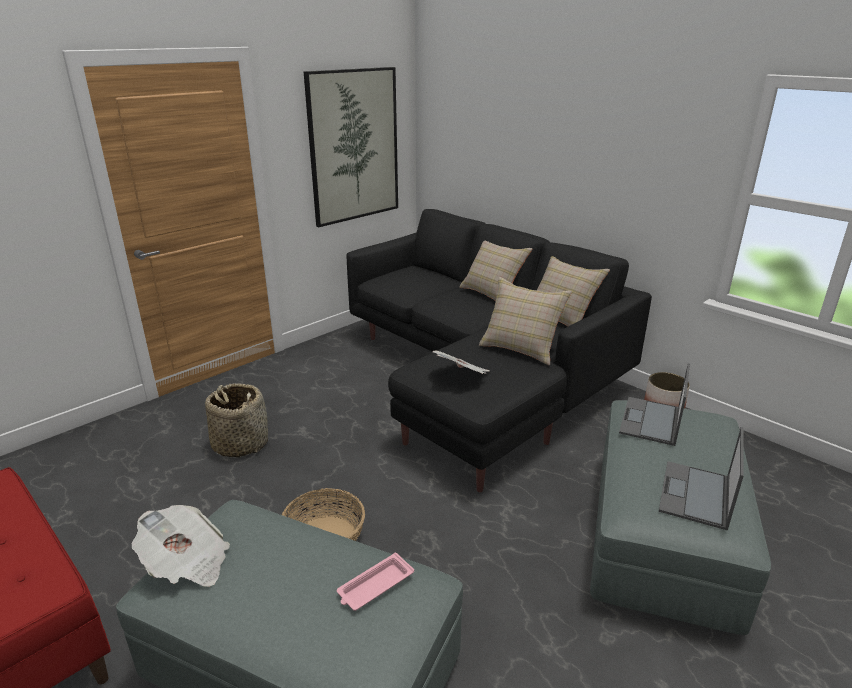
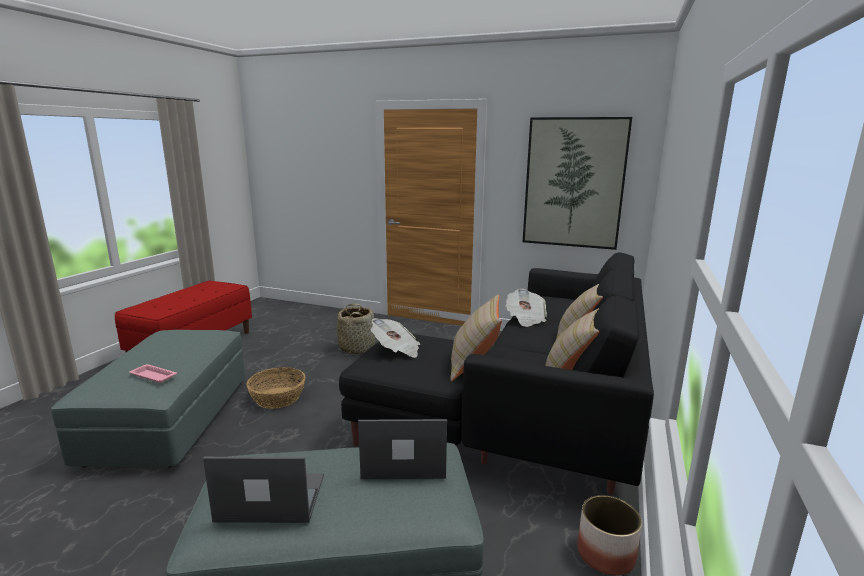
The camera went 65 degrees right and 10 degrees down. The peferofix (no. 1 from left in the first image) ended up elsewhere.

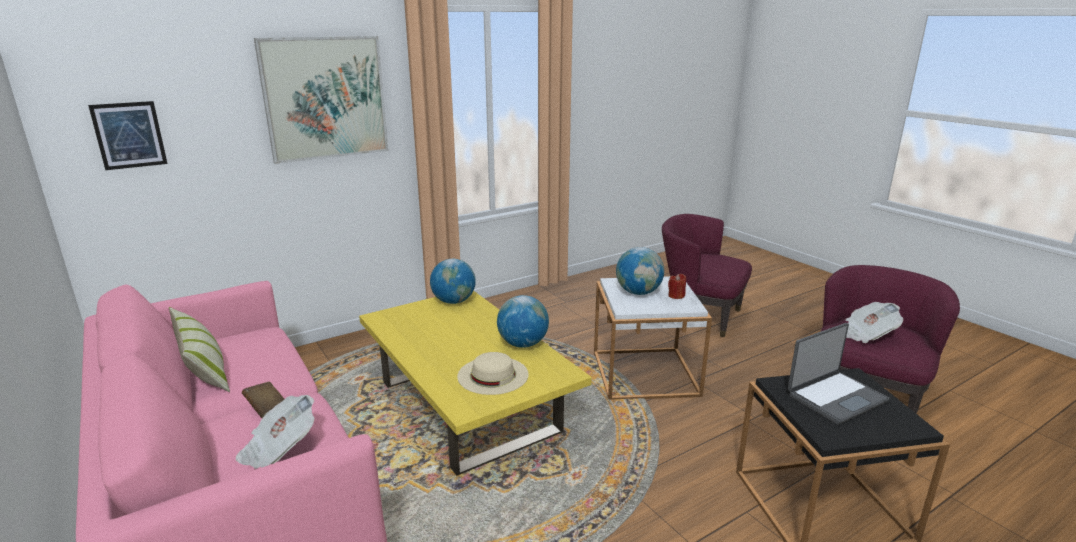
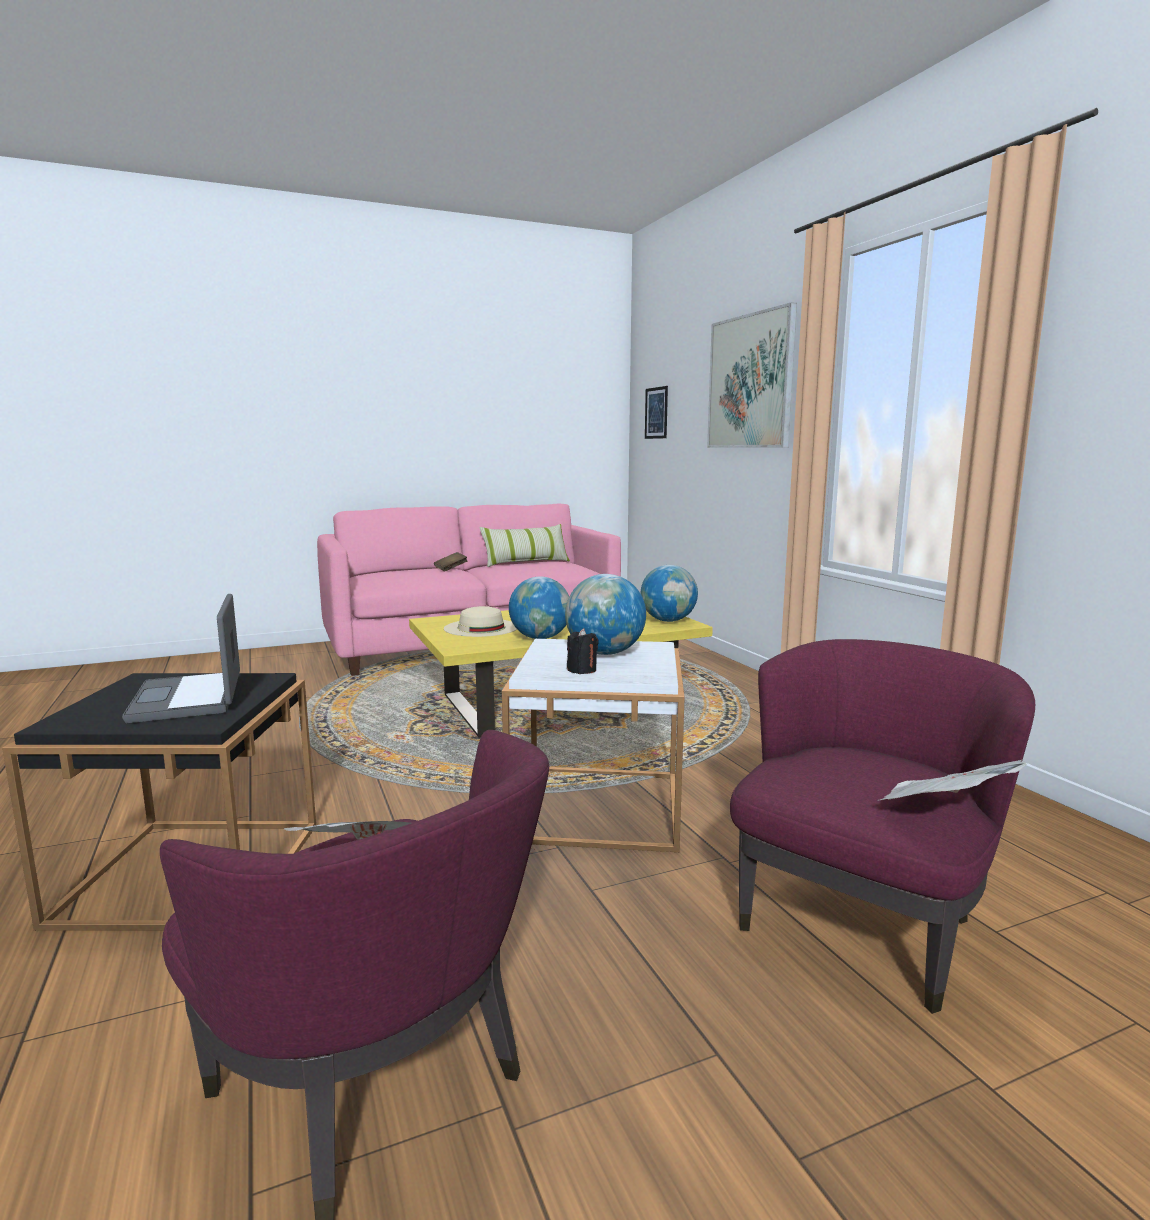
The camera went 100 degrees right and 10 degrees down. The peferofix (no. 1 from left in the first image) ended up elsewhere. What was the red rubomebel turned into the black rubomebel.

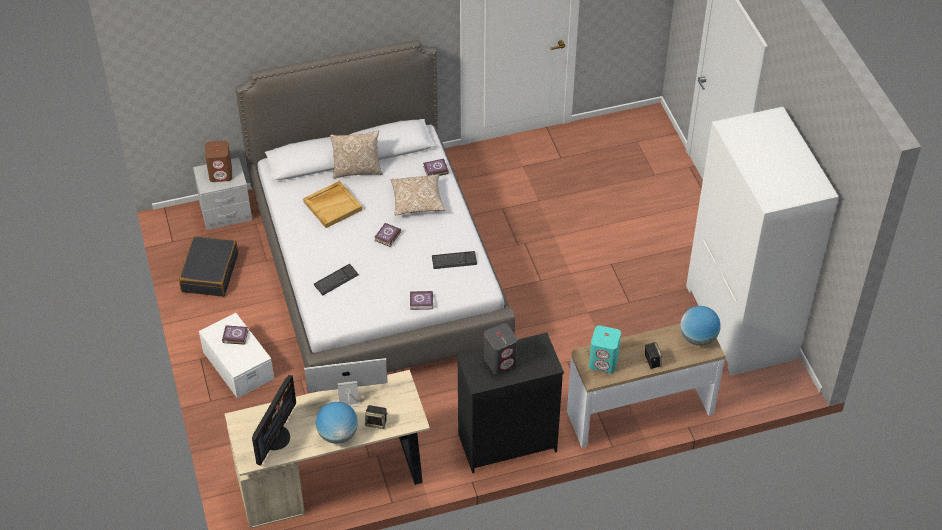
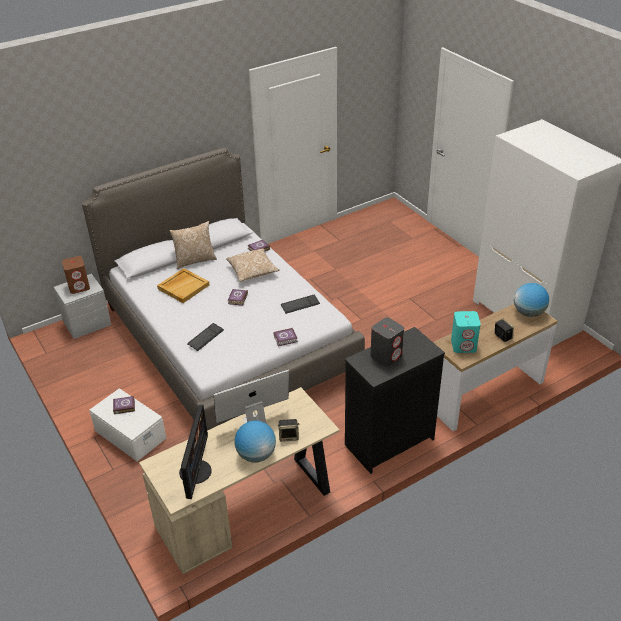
The camera went 15 degrees left and 10 degrees down. The second view lost the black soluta.

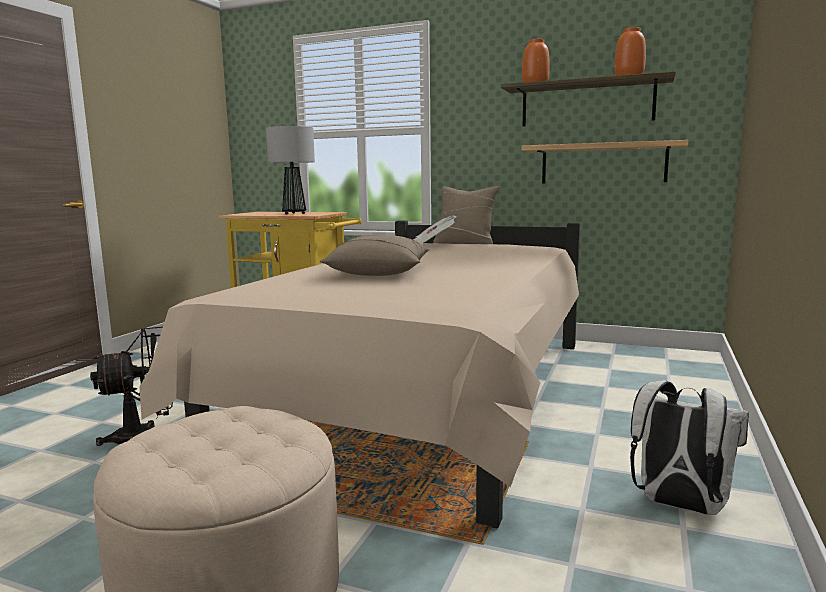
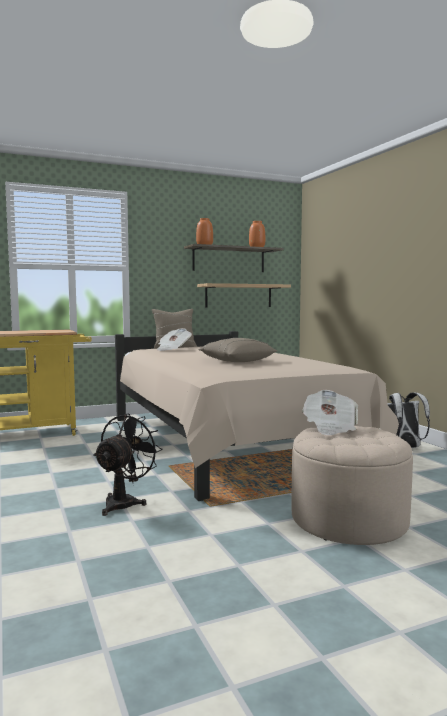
The camera went 45 degrees left and 5 degrees down. The second view lost the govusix. The second view gained the peferofix (no. 2 from left).

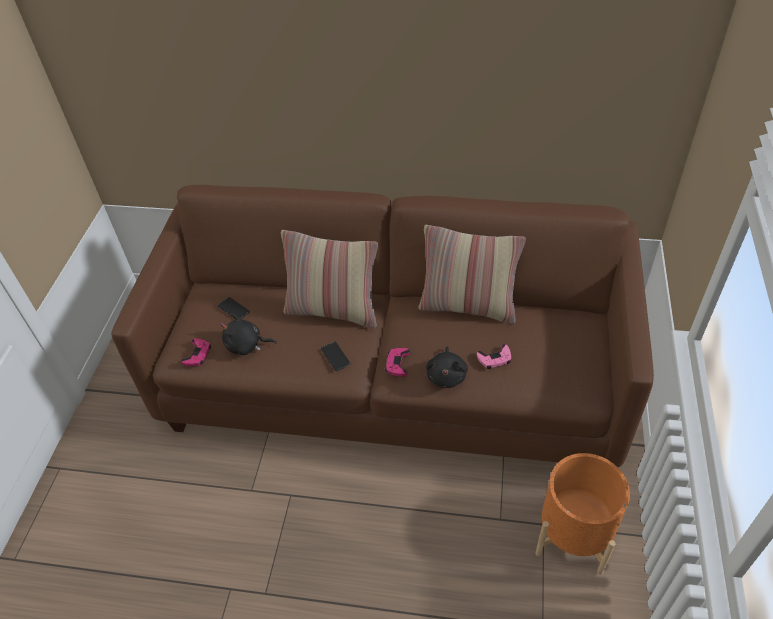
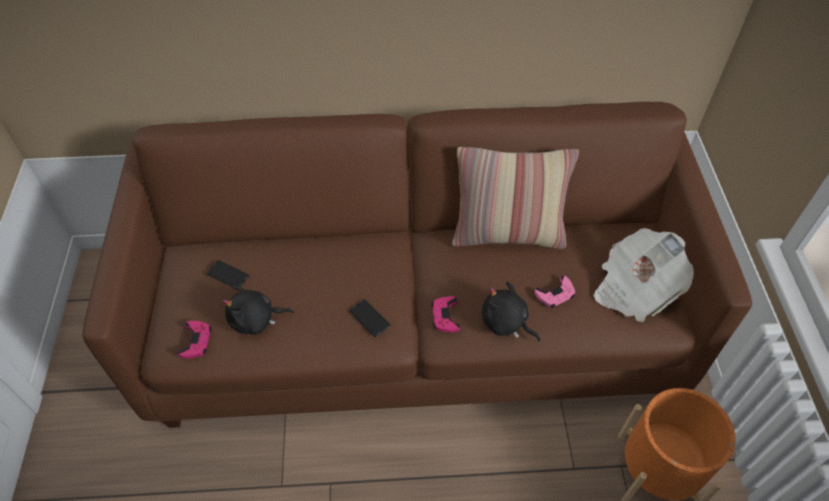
The camera went 15 degrees left and 5 degrees up. The second view lost the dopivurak (no. 1 from left). The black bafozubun (no. 2 from left) ended up facing another way, 135 degrees clockwise from before. The second view gained the peferofix.

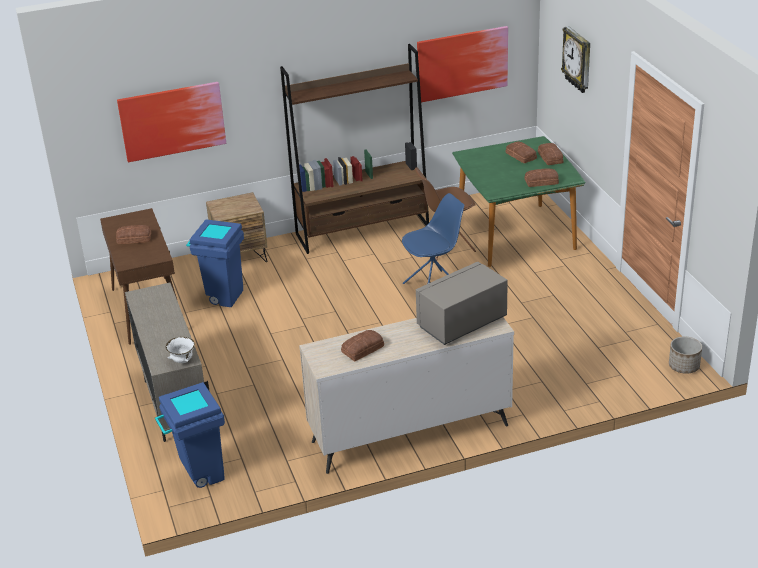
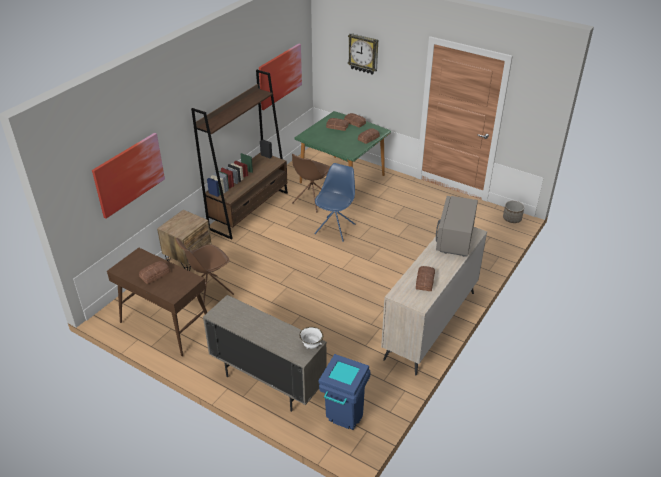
The camera went 40 degrees left and 5 degrees up. Where the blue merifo (no. 2 from left) stood, the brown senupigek (no. 1 from left) came to stand.

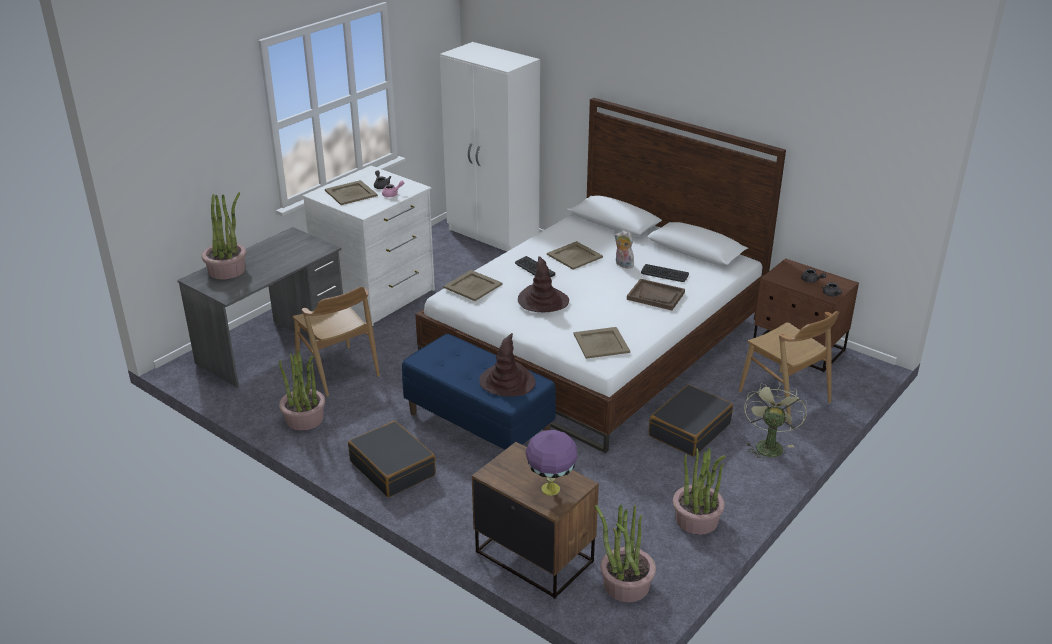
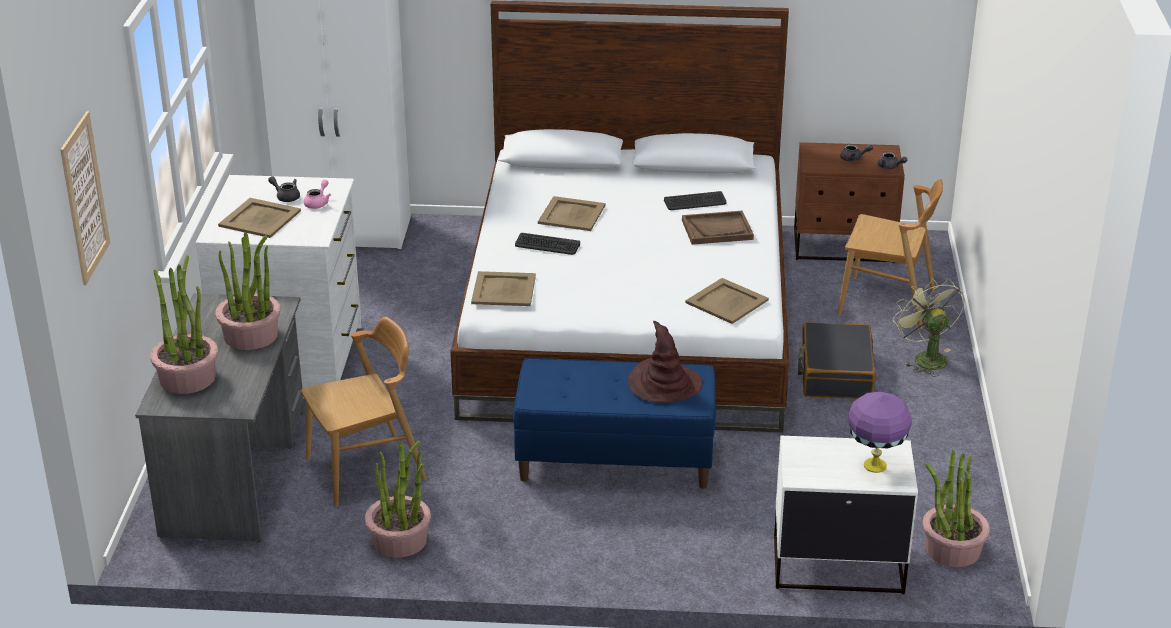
The camera went 35 degrees left and 0 degrees up. The brown senupigek (no. 1 from left) ended up facing another way, 45 degrees counterclockwise from before. The second view lost the black soluta (no. 1 from left). What was the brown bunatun (no. 1 from left) turned into the white bunatun. The second view lost the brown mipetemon (no. 2 from left). The second view lost the bafozubun. The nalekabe (no. 4 from left in the first image) ended up elsewhere. The second view gained the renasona.

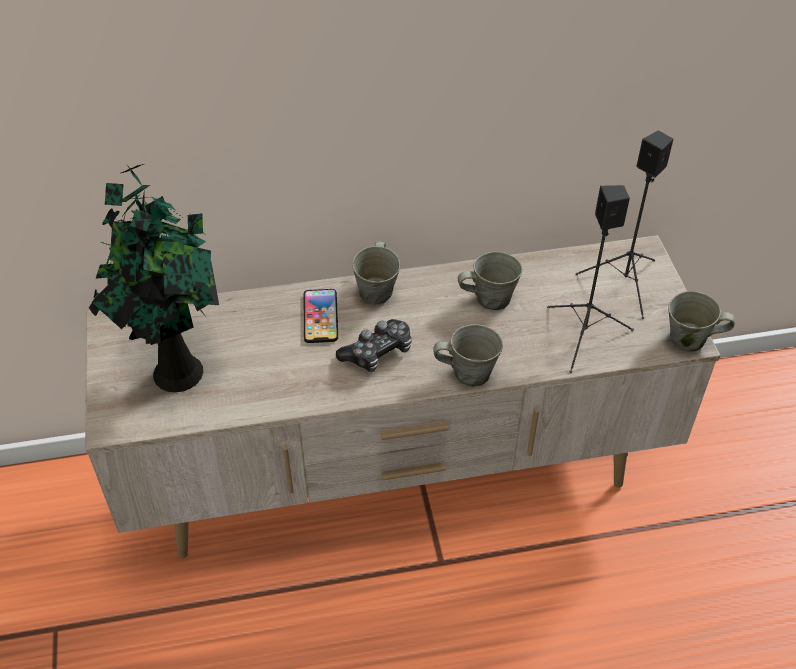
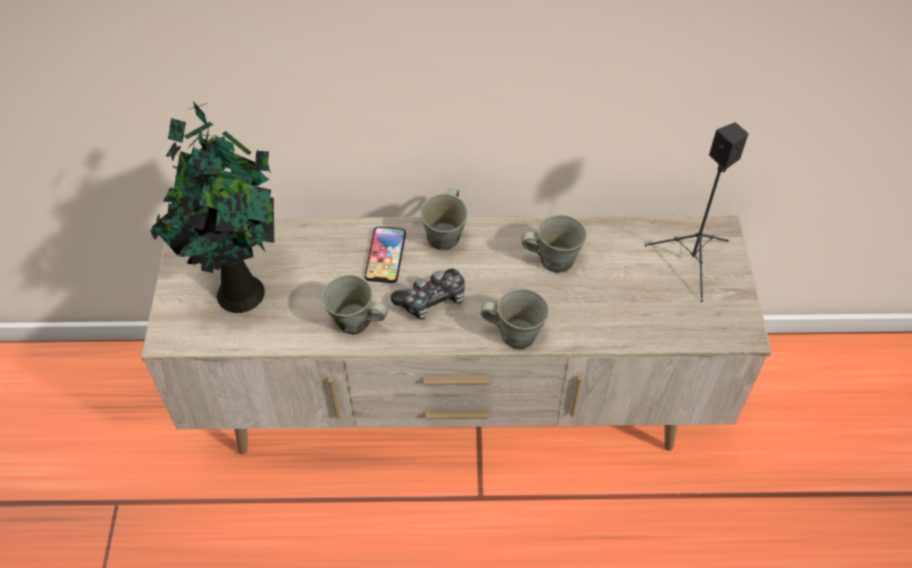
The camera went 10 degrees right and 5 degrees up. The second view lost the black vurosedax (no. 1 from left). The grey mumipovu (no. 4 from left in the first image) ended up elsewhere.

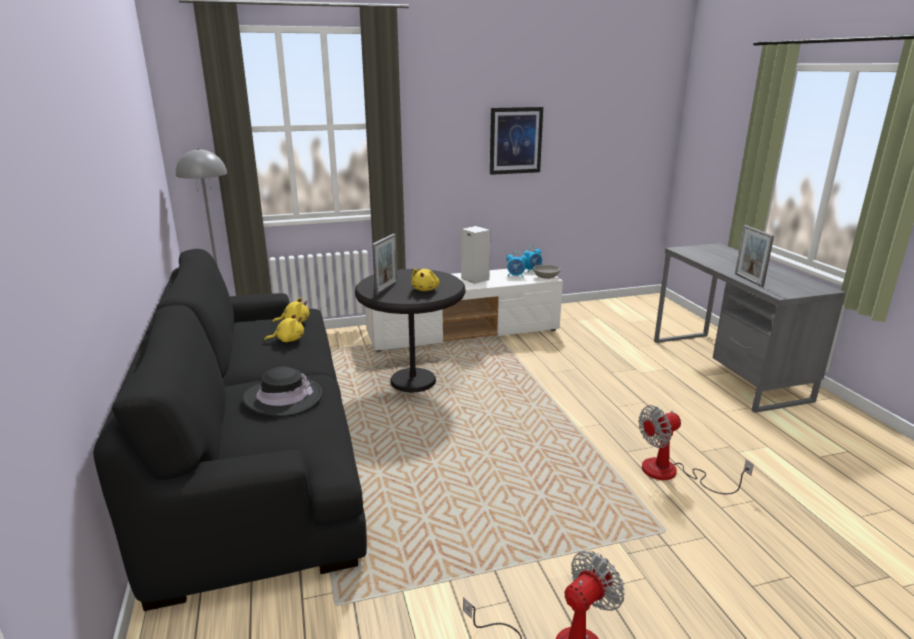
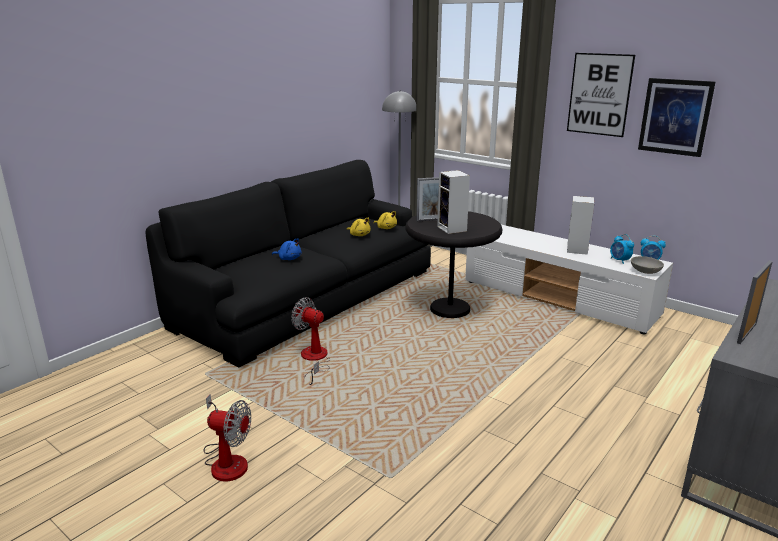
The camera went 55 degrees right and 0 degrees up. Where the black mipetemon stood, the blue bafozubun came to stand. Where the yellow bafozubun (no. 3 from left) stood, the vurosedax (no. 1 from left) came to stand. The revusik (no. 2 from left) ended up elsewhere. The second view gained the renasona (no. 1 from left).

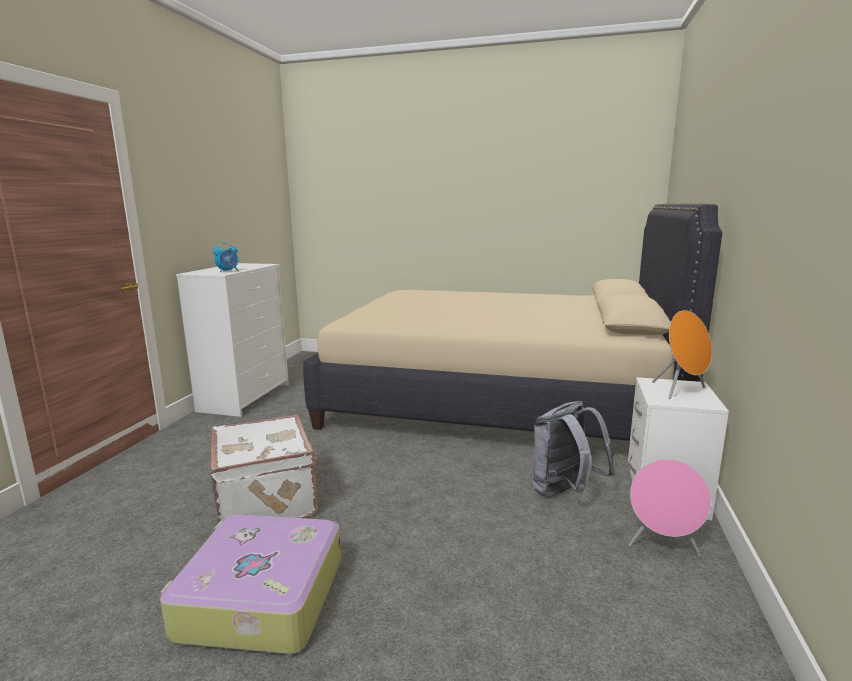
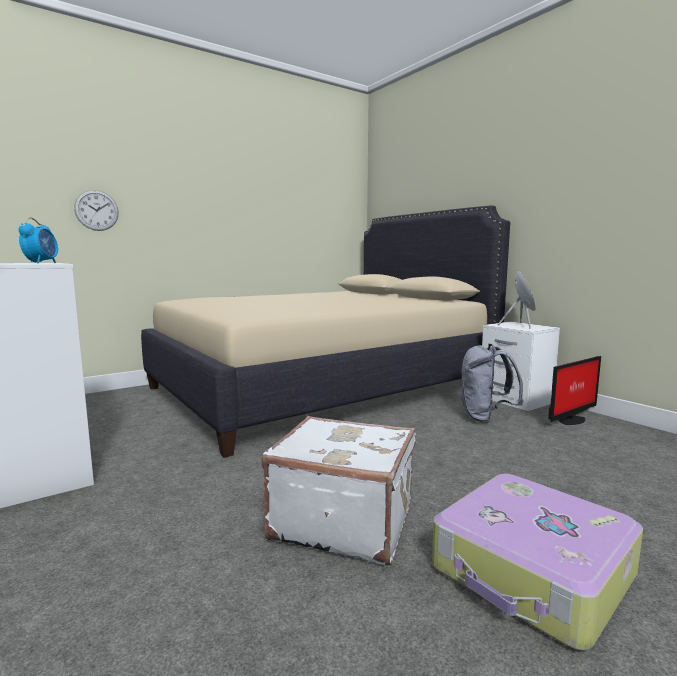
The camera went 50 degrees left and 5 degrees down. Where the pink vurosedax stood, the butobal came to stand. The second view gained the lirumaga.

